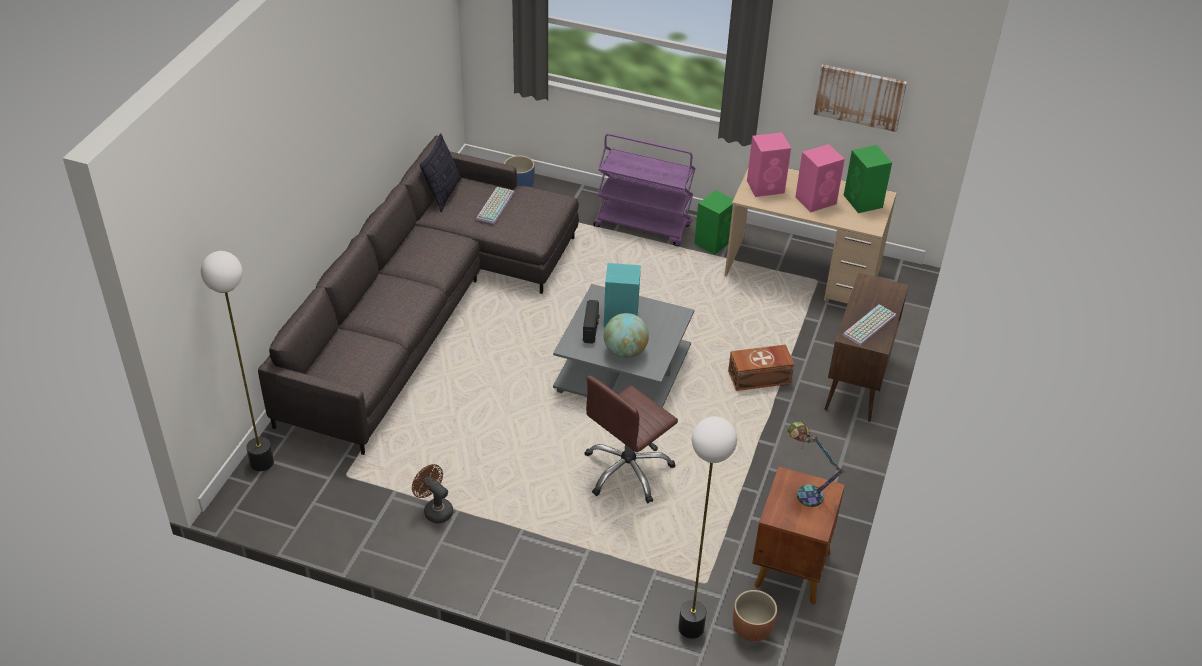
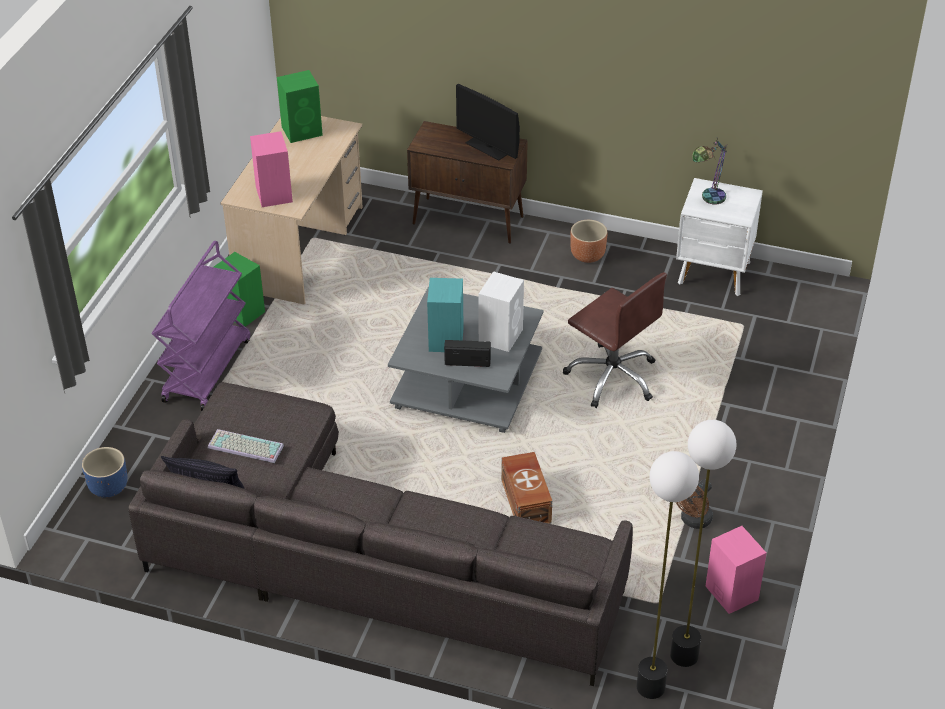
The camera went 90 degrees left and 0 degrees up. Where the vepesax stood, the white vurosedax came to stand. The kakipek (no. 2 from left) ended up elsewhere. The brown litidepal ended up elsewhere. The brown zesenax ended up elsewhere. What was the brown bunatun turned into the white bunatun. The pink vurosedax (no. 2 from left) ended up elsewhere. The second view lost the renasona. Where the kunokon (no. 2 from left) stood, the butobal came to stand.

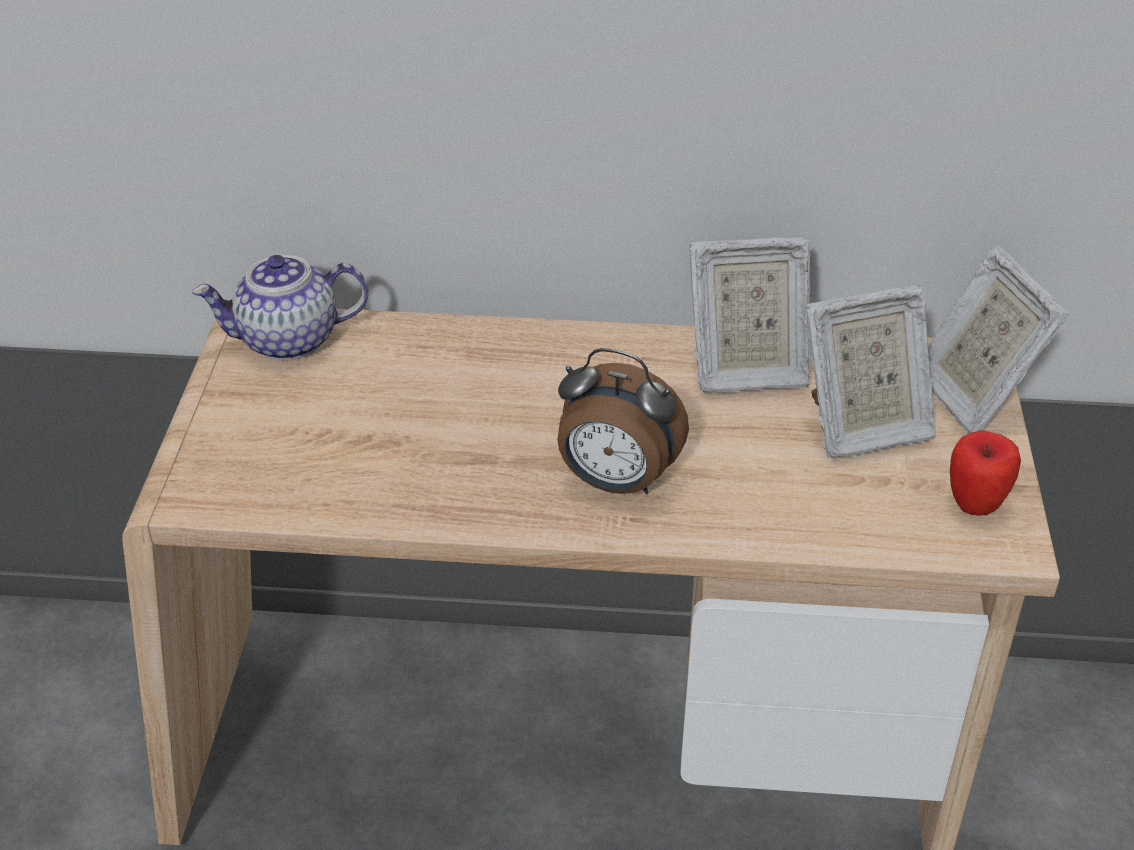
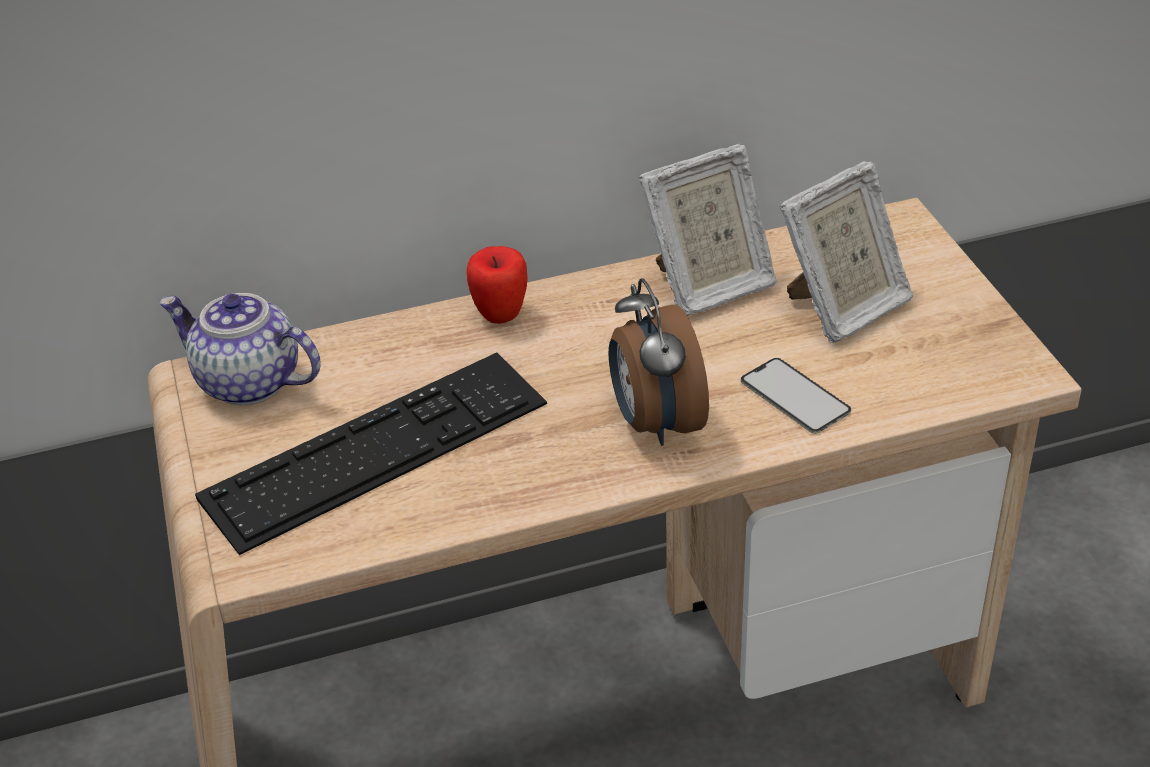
The camera went 20 degrees left and 0 degrees up. The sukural ended up facing another way, 60 degrees clockwise from before. The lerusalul ended up facing another way, 75 degrees clockwise from before. The second view lost the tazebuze (no. 3 from left). The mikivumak ended up elsewhere. The second view gained the kunokon. The second view gained the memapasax.

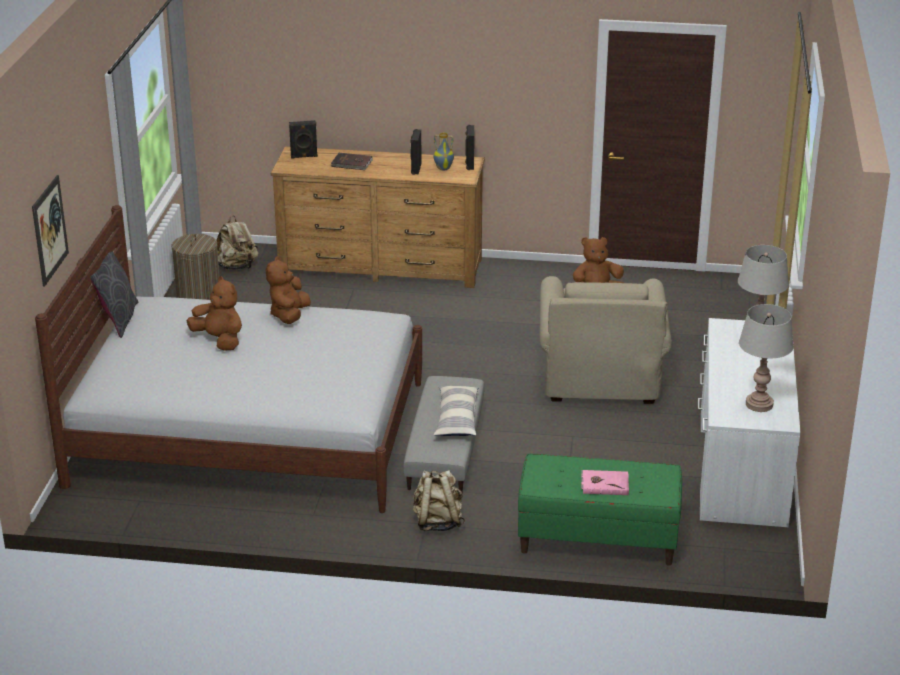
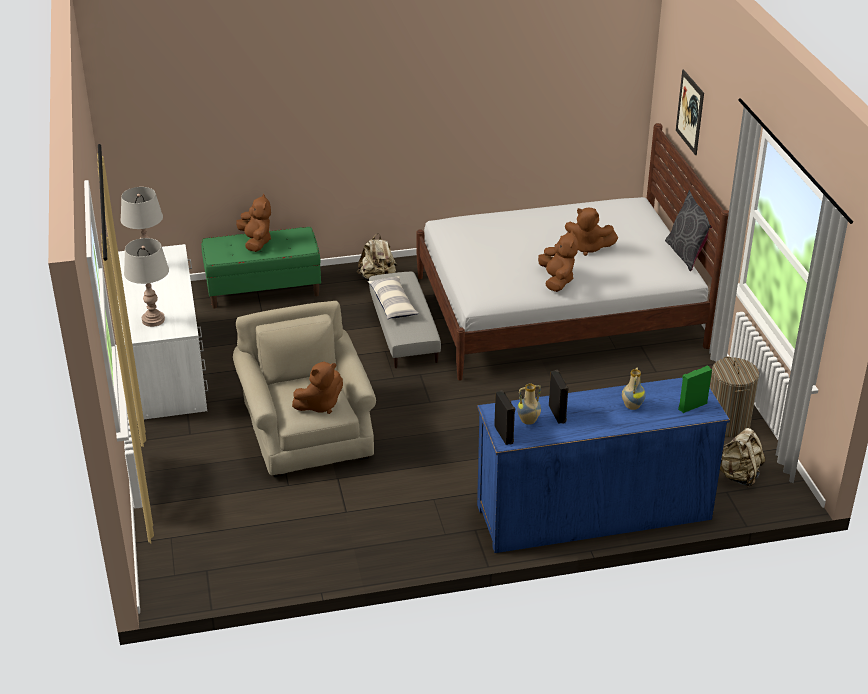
The camera went 160 degrees right and 5 degrees up. What was the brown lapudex turned into the blue lapudex. What was the black vurosedax (no. 1 from left) turned into the green vurosedax. Where the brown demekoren stood, the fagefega (no. 2 from left) came to stand. Where the pink demekoren stood, the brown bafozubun (no. 1 from left) came to stand.

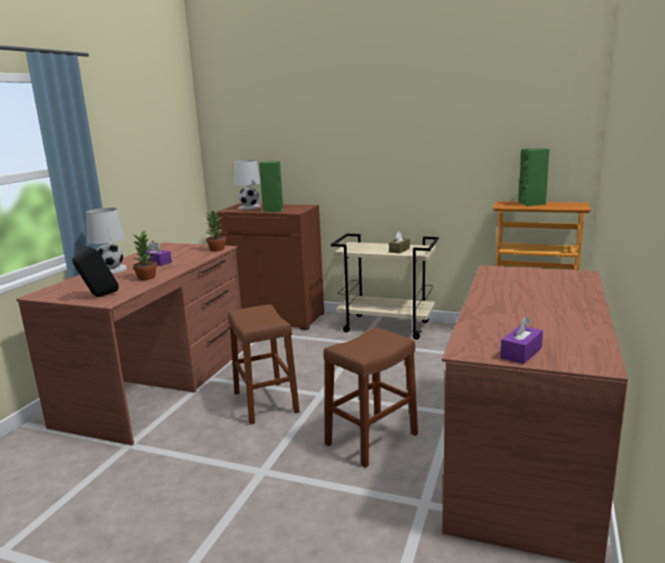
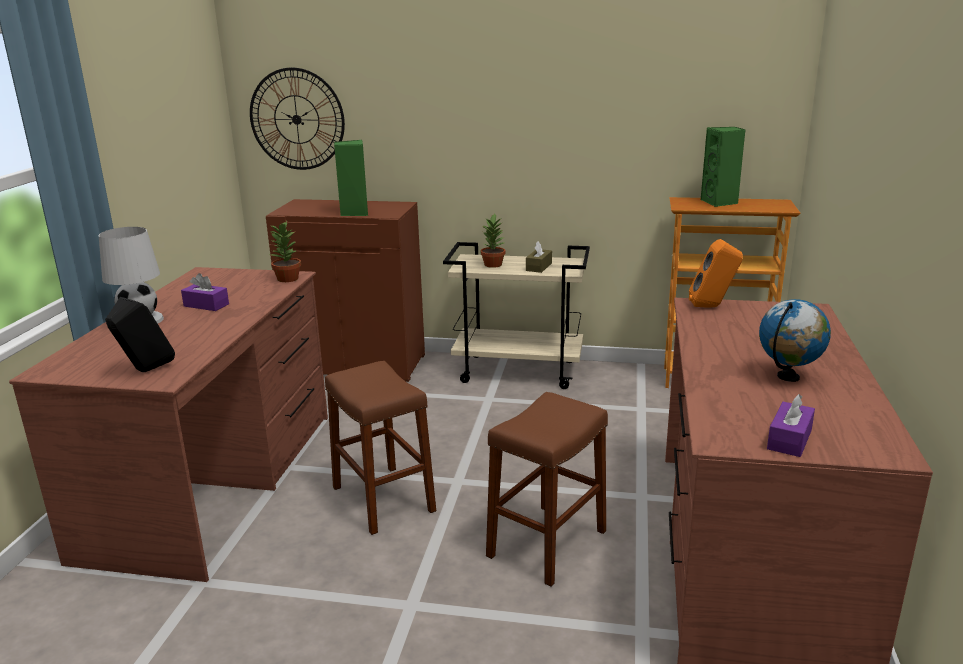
The camera went 10 degrees left and 5 degrees up. The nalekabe (no. 1 from left in the first image) ended up elsewhere. The second view lost the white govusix (no. 2 from left). The second view gained the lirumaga. The second view gained the orange vurosedax. The second view gained the vepesax.

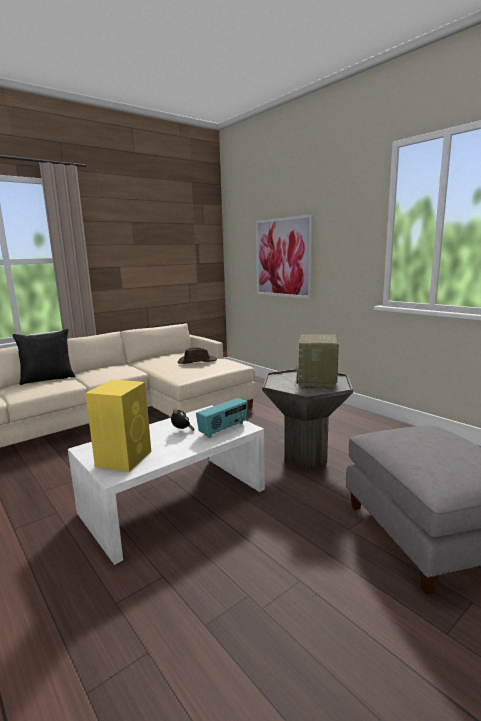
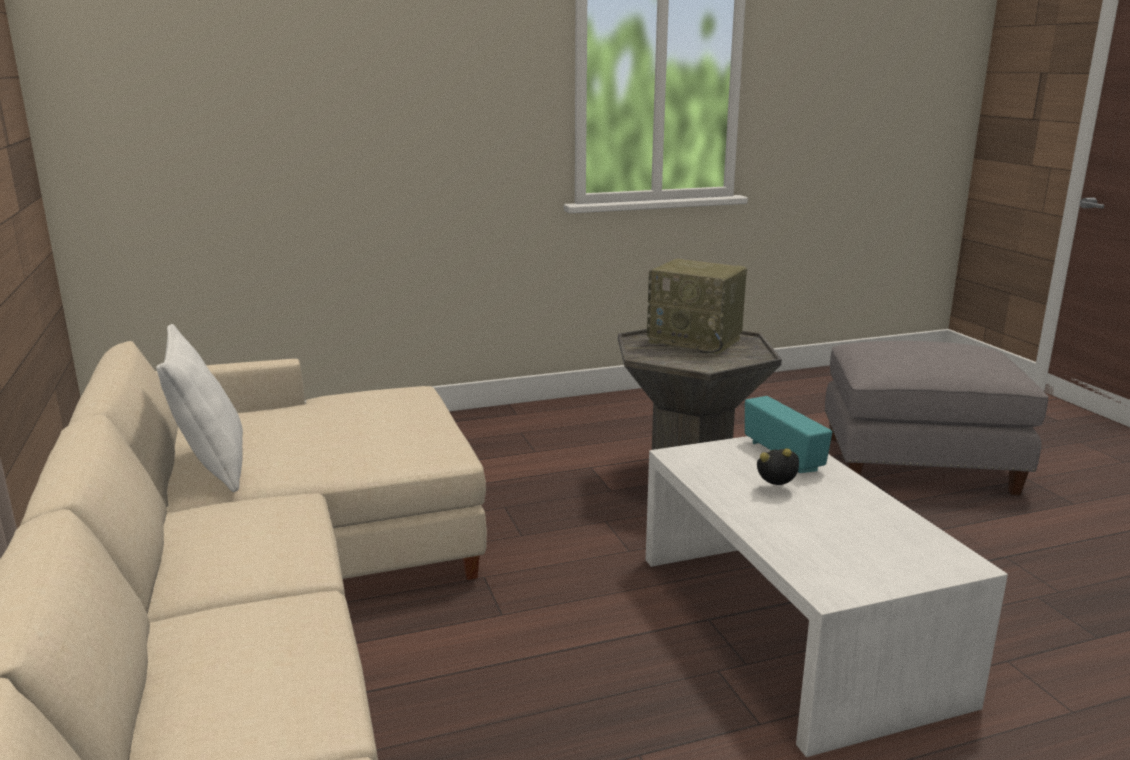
The camera went 70 degrees left and 5 degrees up. The second view lost the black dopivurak. The second view lost the yellow vurosedax. The second view lost the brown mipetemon. The second view lost the renasona. The second view gained the white dopivurak.

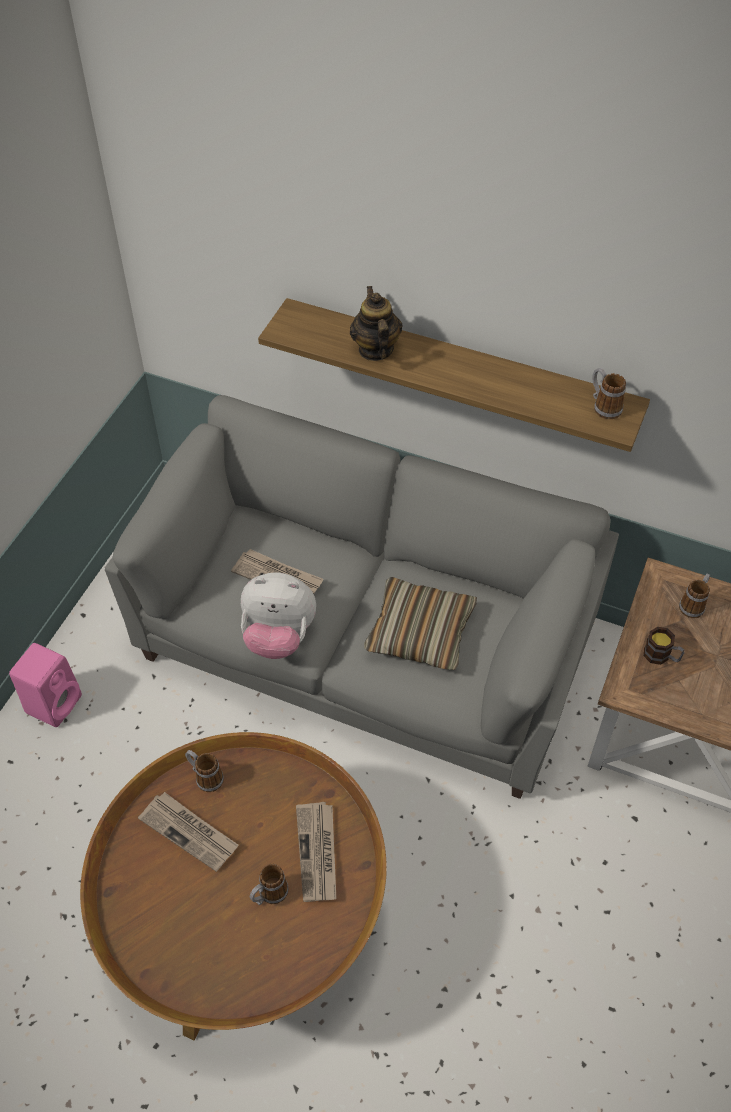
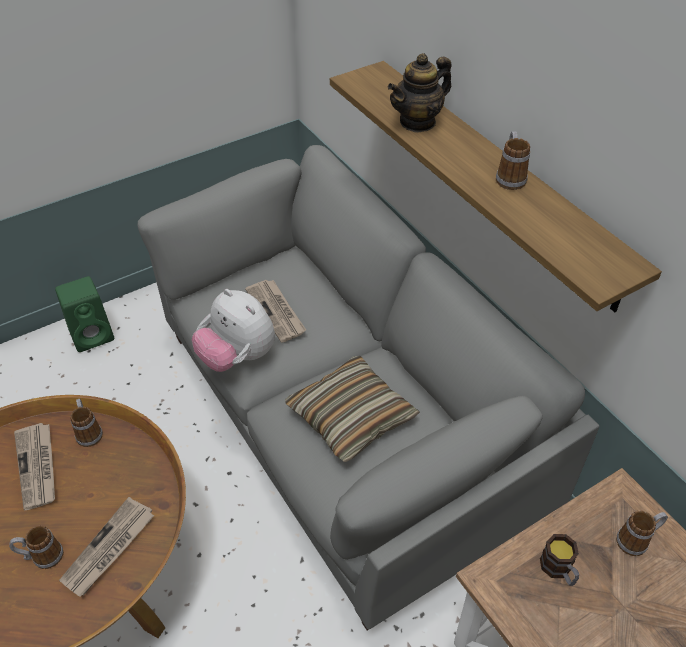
The camera went 35 degrees right and 5 degrees down. What was the pink vurosedax turned into the green vurosedax. The sukural ended up facing another way, 150 degrees counterclockwise from before. The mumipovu (no. 3 from left) ended up elsewhere.

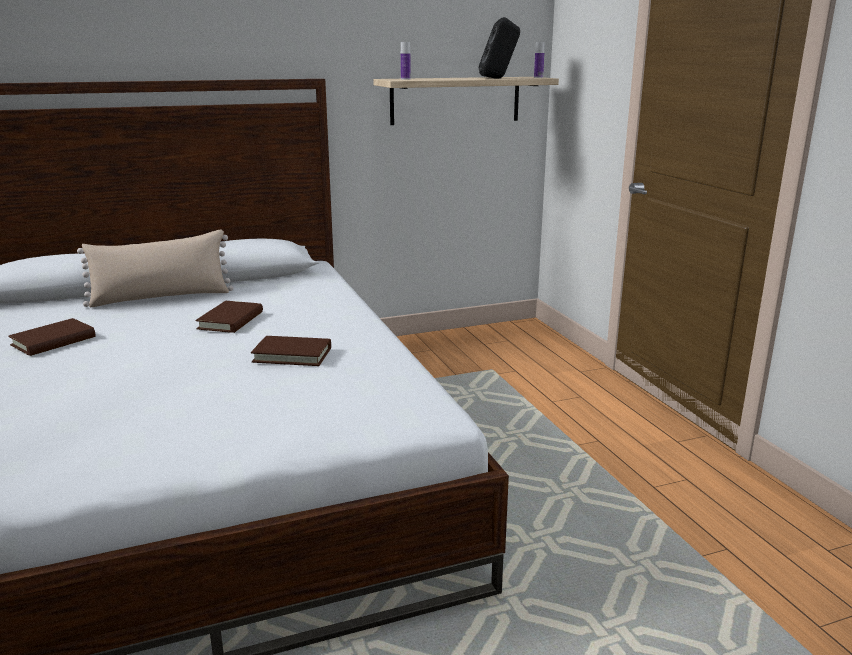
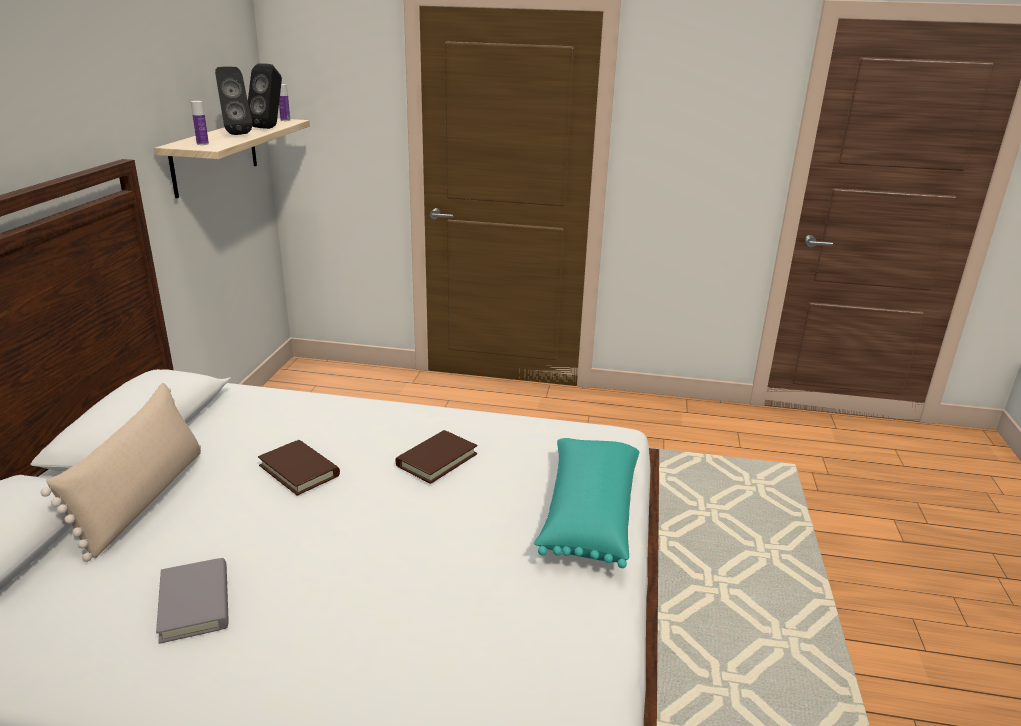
The camera went 60 degrees left and 5 degrees up. What was the brown demekoren (no. 1 from left) turned into the grey demekoren. The second view gained the black vurosedax (no. 1 from left). The second view gained the turquoise dopivurak.

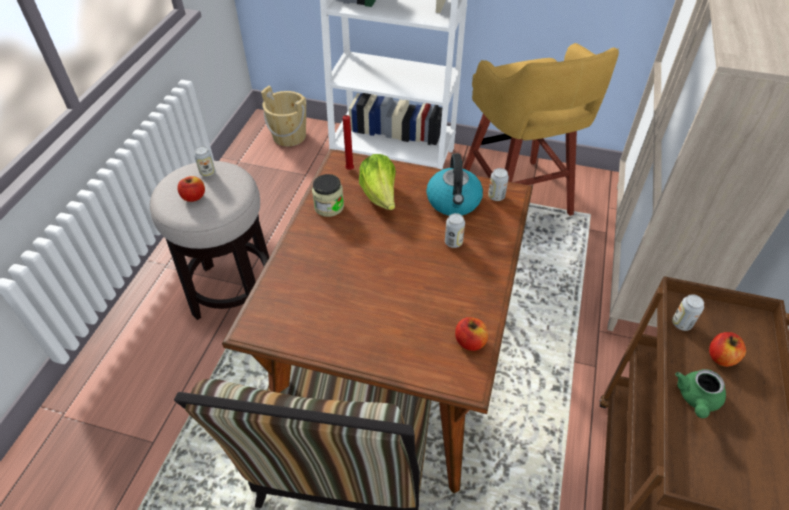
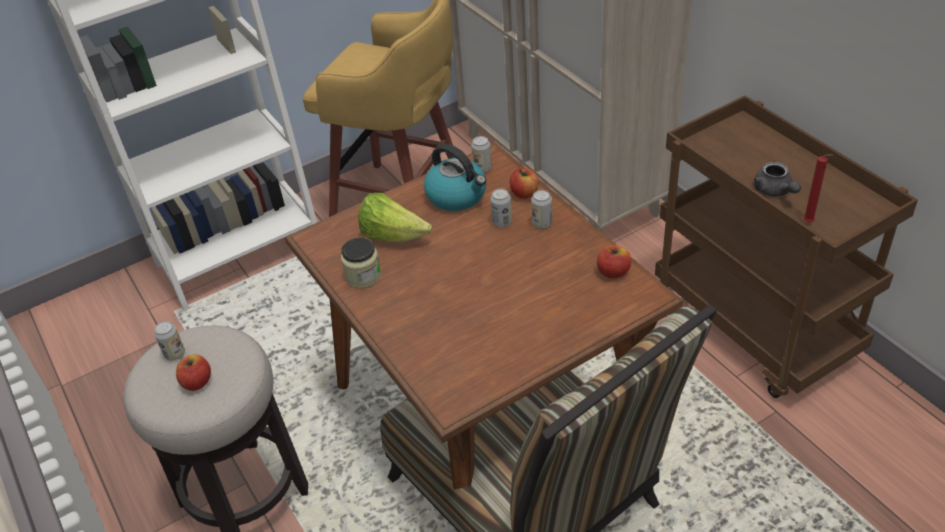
The camera went 45 degrees left and 5 degrees down. The second view lost the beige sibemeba. The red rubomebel ended up elsewhere. The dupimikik (no. 4 from left) ended up elsewhere. What was the green sukural turned into the grey sukural. The mikivumak (no. 3 from left in the first image) ended up elsewhere.

